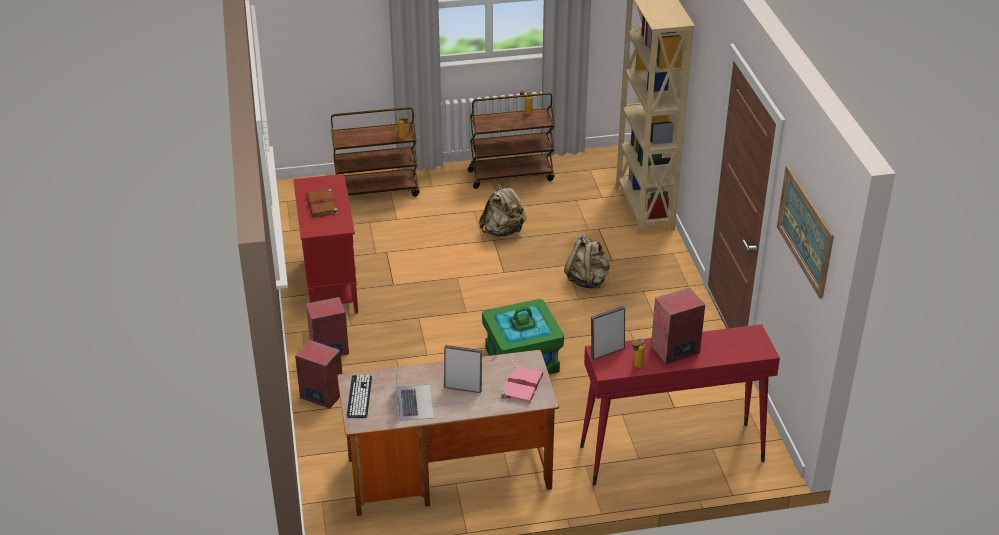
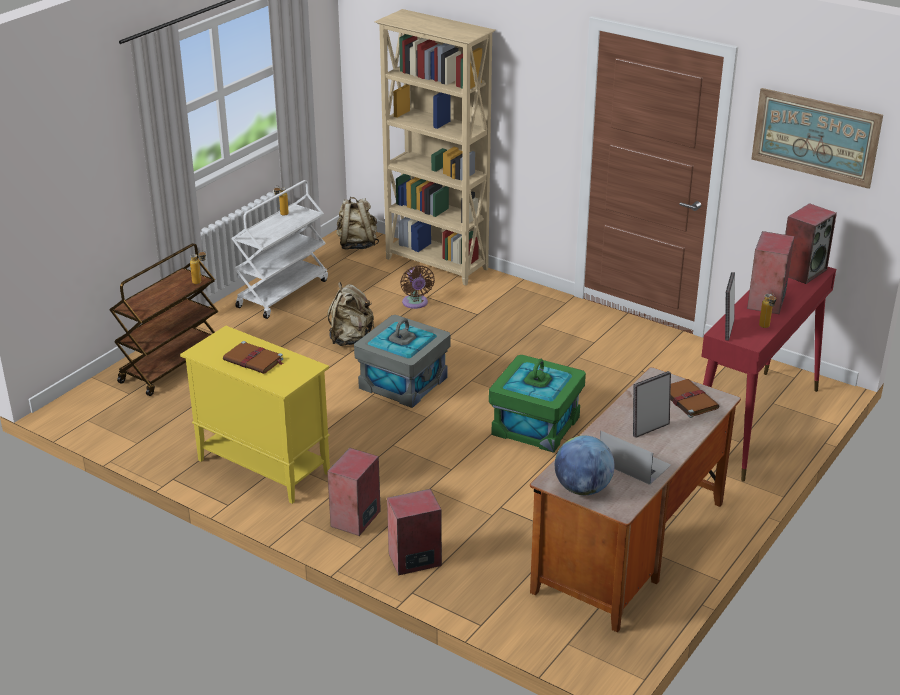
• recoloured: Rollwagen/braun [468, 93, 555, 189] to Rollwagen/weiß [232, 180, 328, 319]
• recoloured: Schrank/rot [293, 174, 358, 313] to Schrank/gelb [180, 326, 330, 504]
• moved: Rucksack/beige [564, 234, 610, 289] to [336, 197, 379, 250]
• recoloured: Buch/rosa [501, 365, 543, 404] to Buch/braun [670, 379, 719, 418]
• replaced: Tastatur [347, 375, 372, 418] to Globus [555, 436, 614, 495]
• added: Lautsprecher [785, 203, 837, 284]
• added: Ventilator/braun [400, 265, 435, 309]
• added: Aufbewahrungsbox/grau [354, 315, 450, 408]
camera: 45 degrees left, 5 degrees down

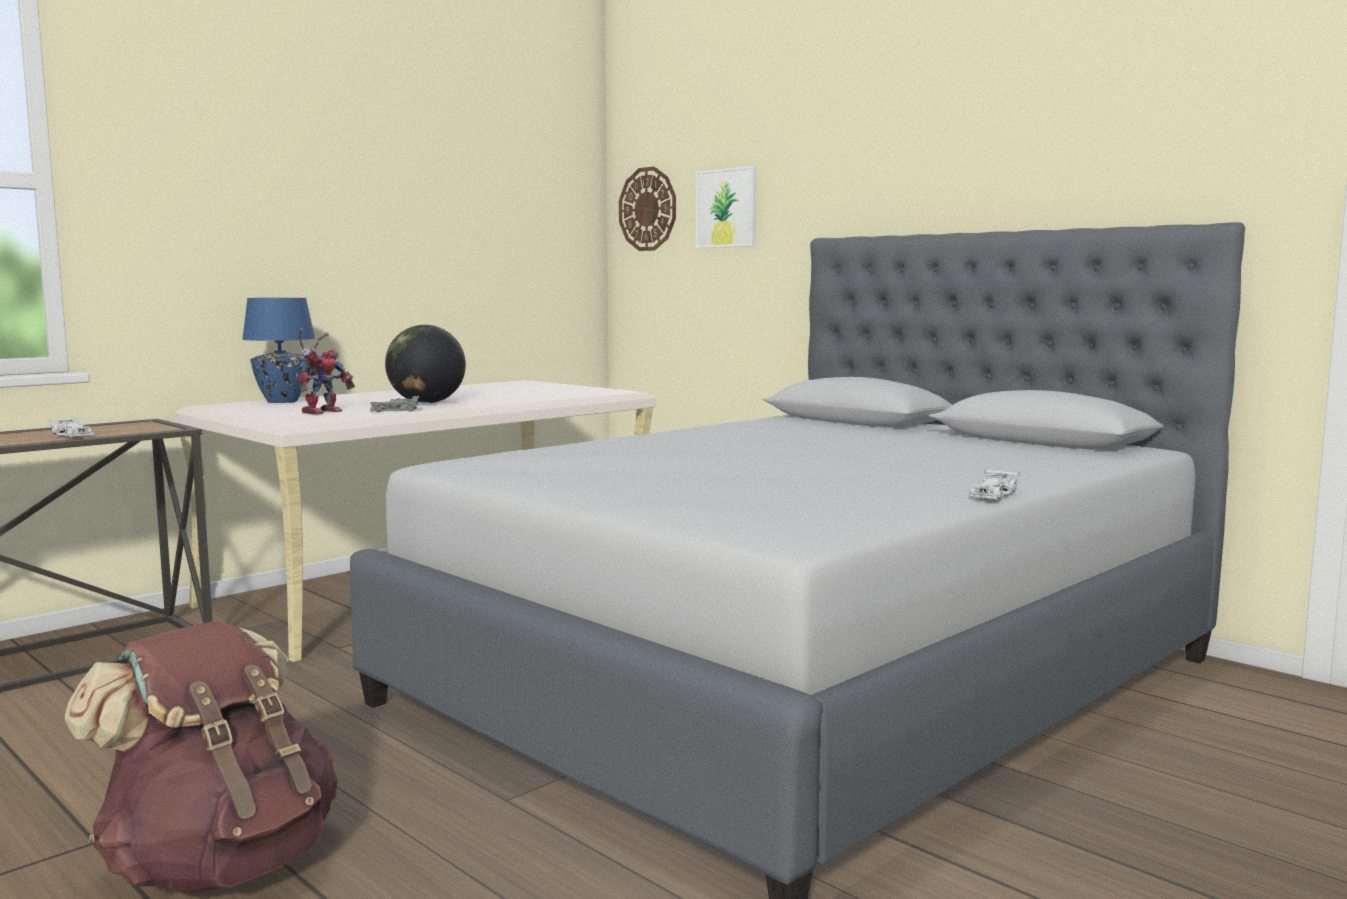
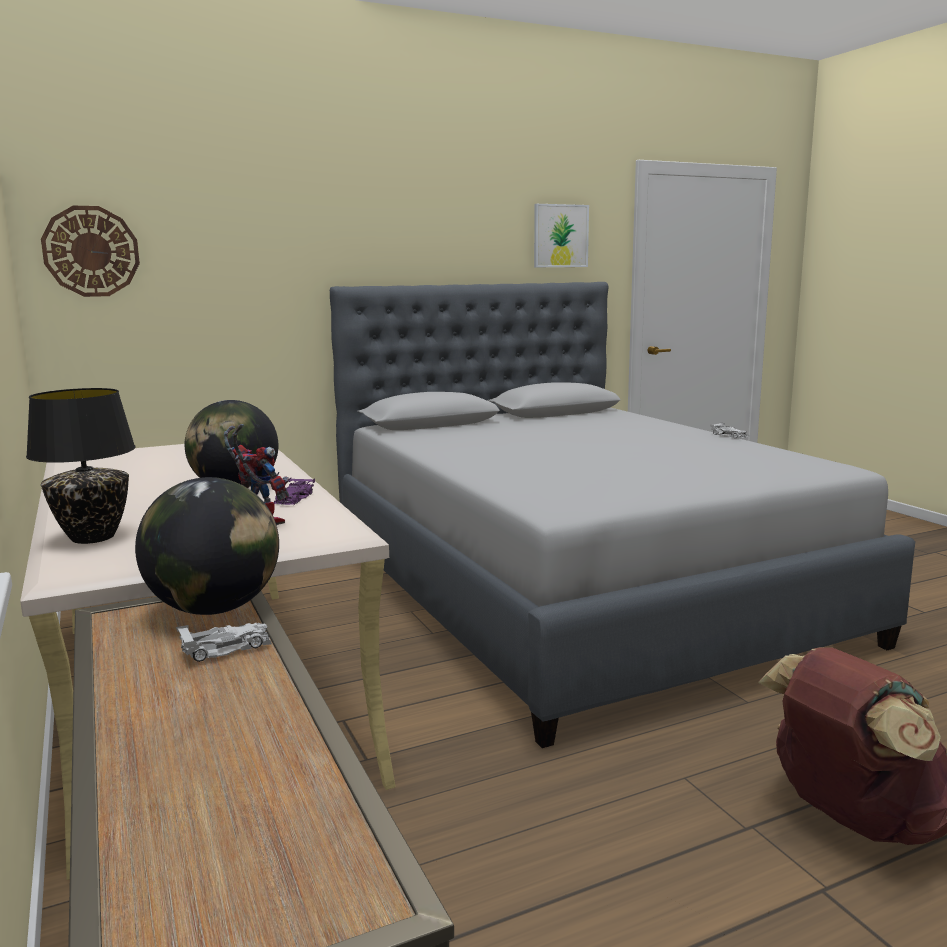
• moved: Bild [696, 166, 756, 248] to [534, 204, 589, 267]
• recoloured: Tischlampe/blau [242, 298, 315, 403] to Tischlampe/schwarz [26, 388, 135, 544]
• recoloured: Spielzeugauto/grau [370, 396, 419, 412] to Spielzeugauto/lila [274, 478, 315, 505]
• added: Globus [135, 477, 279, 615]
camera: 70 degrees left, 5 degrees up

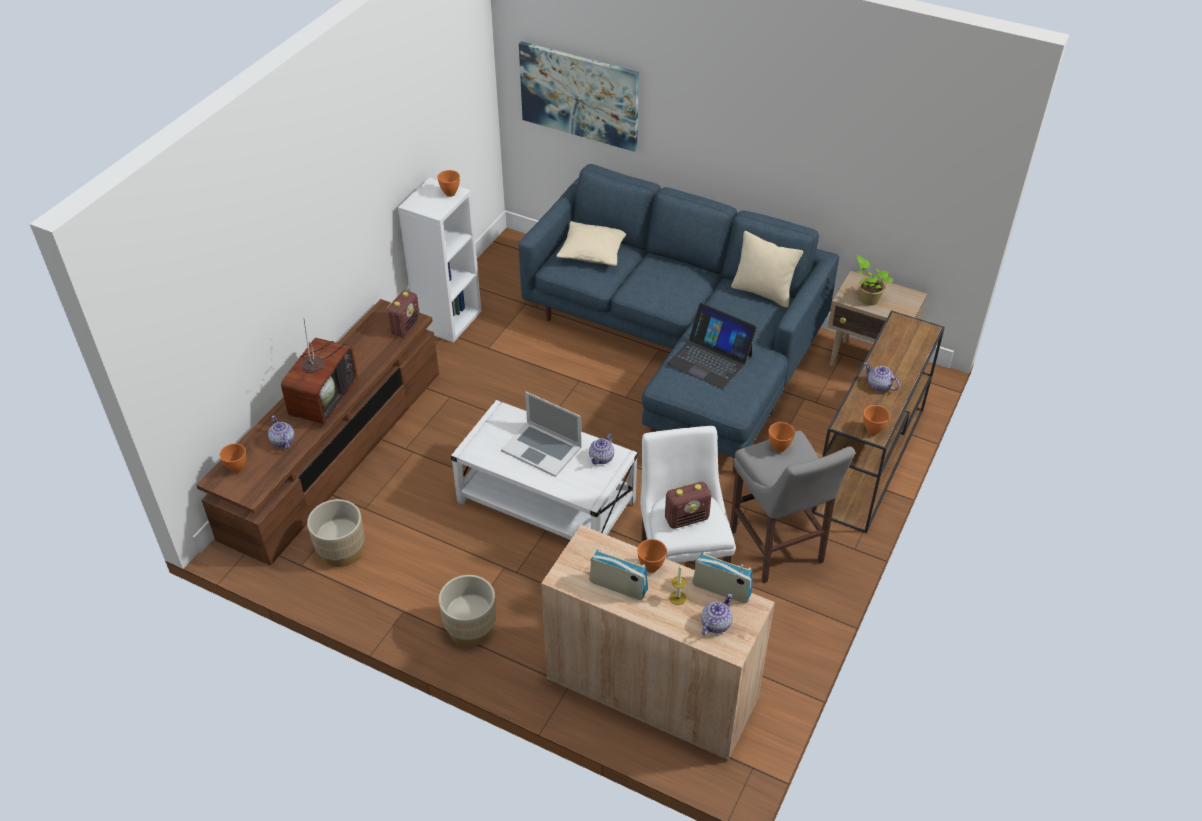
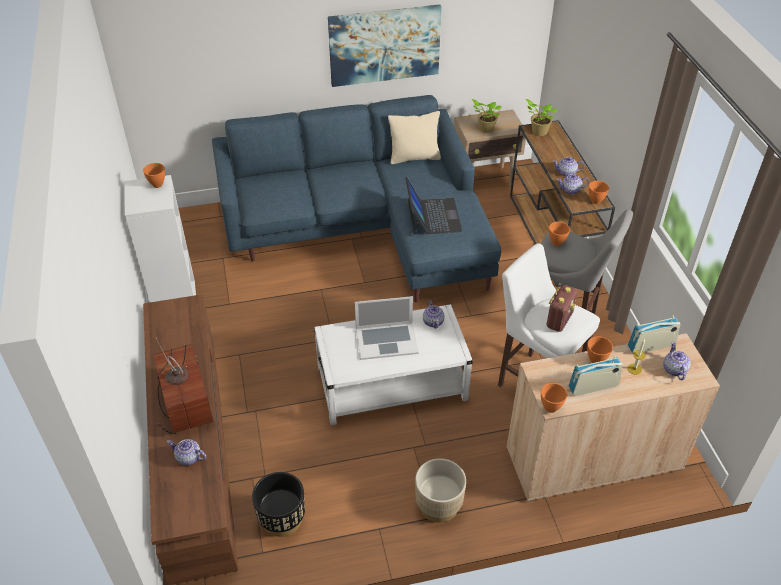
• moved: Bild [519, 41, 639, 152] to [328, 4, 441, 87]
• removed: Kissen/beige [556, 221, 626, 266]
• removed: Radio [387, 290, 420, 337]
• turned: Laptop [667, 303, 757, 389] = [405, 177, 462, 235] 90 degrees counterclockwise
• moved: Schüssel/orange [220, 443, 246, 473] to [541, 383, 567, 413]
• recoloured: Pflanzkübel/beige [307, 499, 364, 567] to Pflanzkübel/schwarz [252, 472, 305, 537]
• added: Topfpflanze [526, 99, 557, 136]
• added: Teekanne [557, 174, 589, 195]
camera: 40 degrees left, 0 degrees up

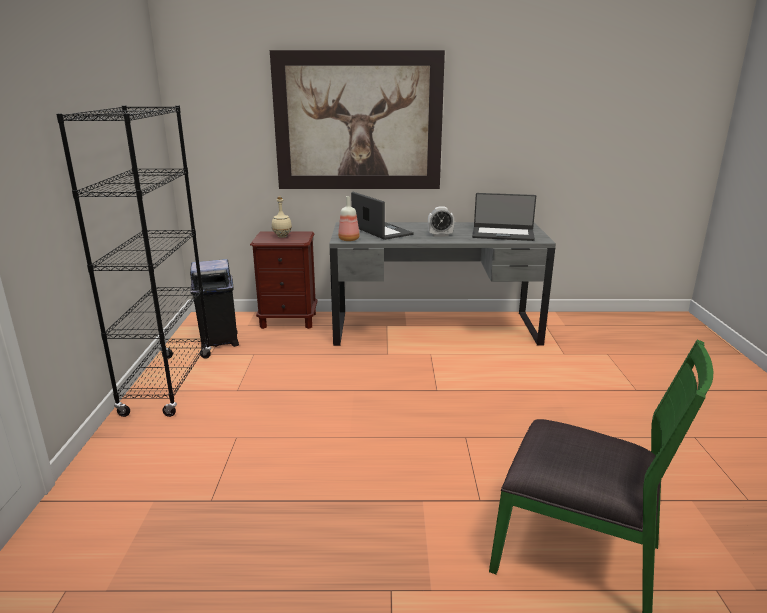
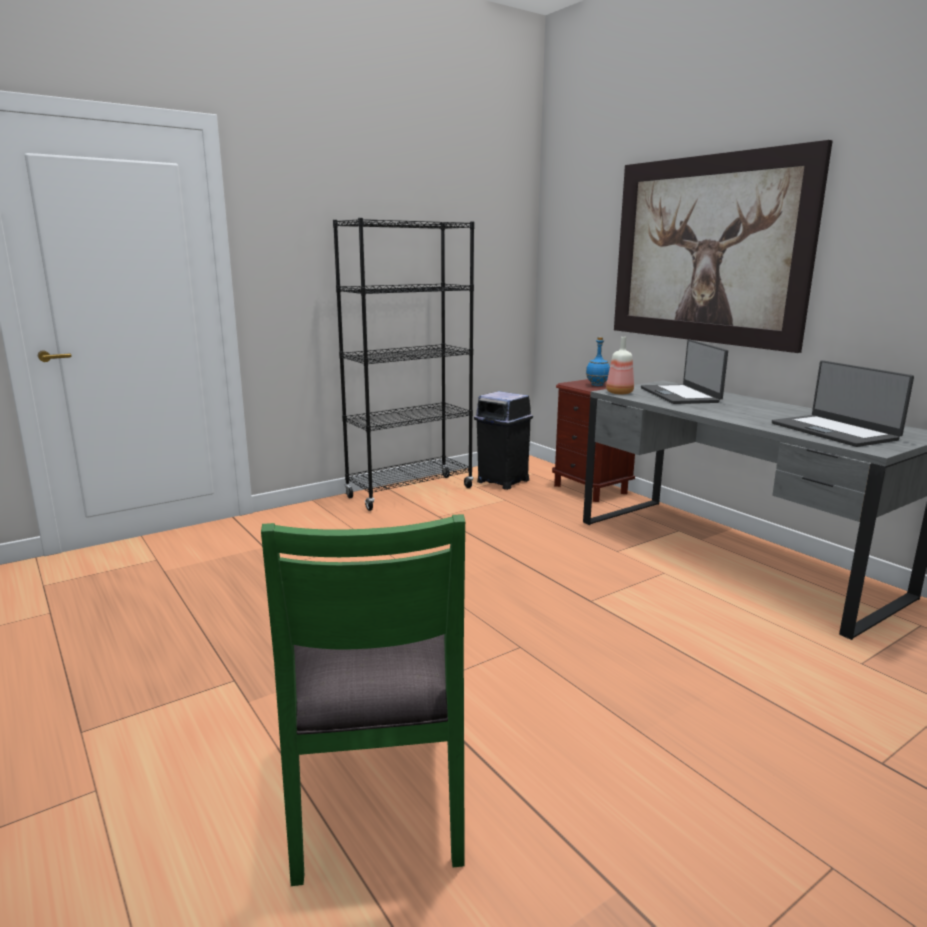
• turned: Laptop [351, 192, 414, 240] = [641, 339, 728, 404] 150 degrees clockwise
• recoloured: Flasche/beige [272, 197, 292, 238] to Flasche/blau [586, 337, 610, 386]
• removed: Wecker [428, 206, 454, 236]
camera: 55 degrees right, 5 degrees down

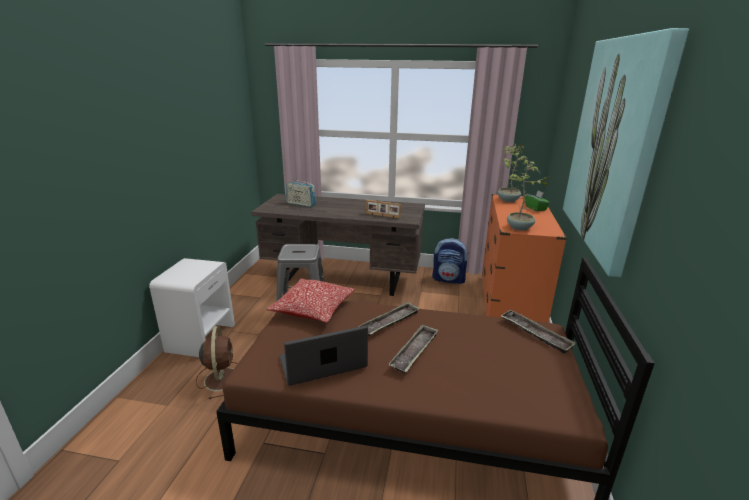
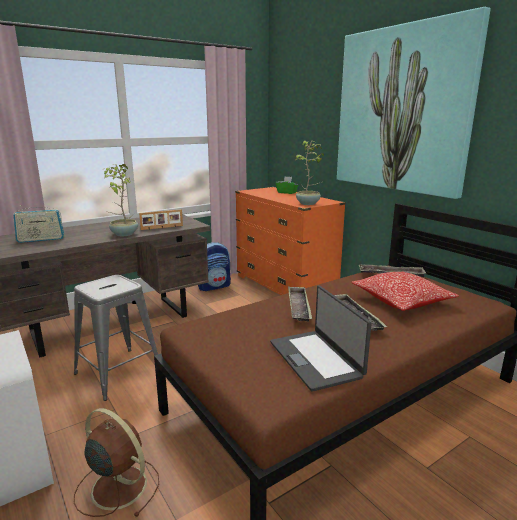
• moved: Topfpflanze [498, 144, 527, 202] to [104, 164, 138, 236]
• moved: Kissen [266, 279, 355, 323] to [351, 271, 459, 311]
• turned: Laptop [279, 326, 368, 386] = [270, 286, 372, 392] 45 degrees counterclockwise
camera: 45 degrees left, 5 degrees down

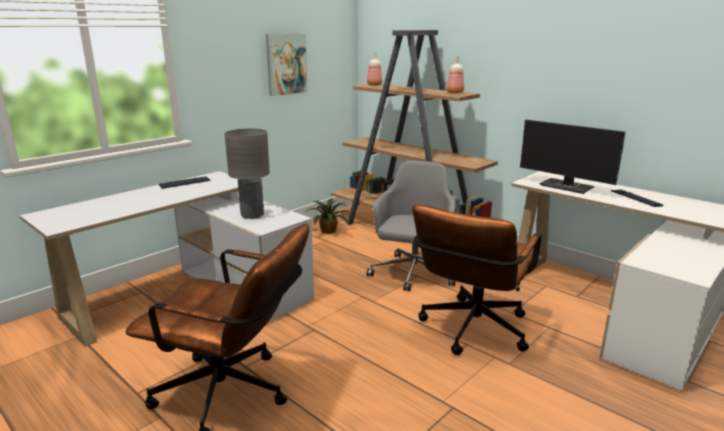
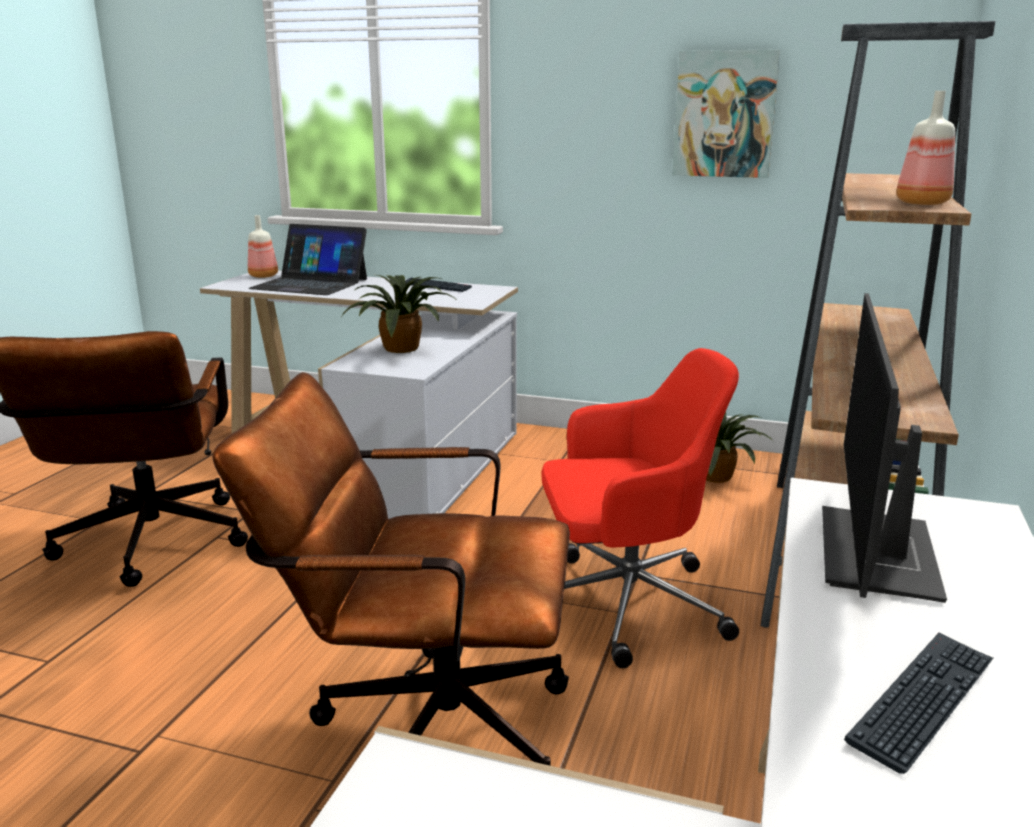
• moved: Flasche [367, 52, 382, 86] to [248, 215, 278, 278]
• replaced: Tischlampe/grau [224, 128, 270, 219] to Topfpflanze [341, 275, 455, 353]
• recoloured: Bürostuhl/grau [367, 161, 455, 291] to Bürostuhl/rot [541, 348, 739, 668]
• added: Laptop [248, 224, 367, 295]
camera: 65 degrees right, 0 degrees up

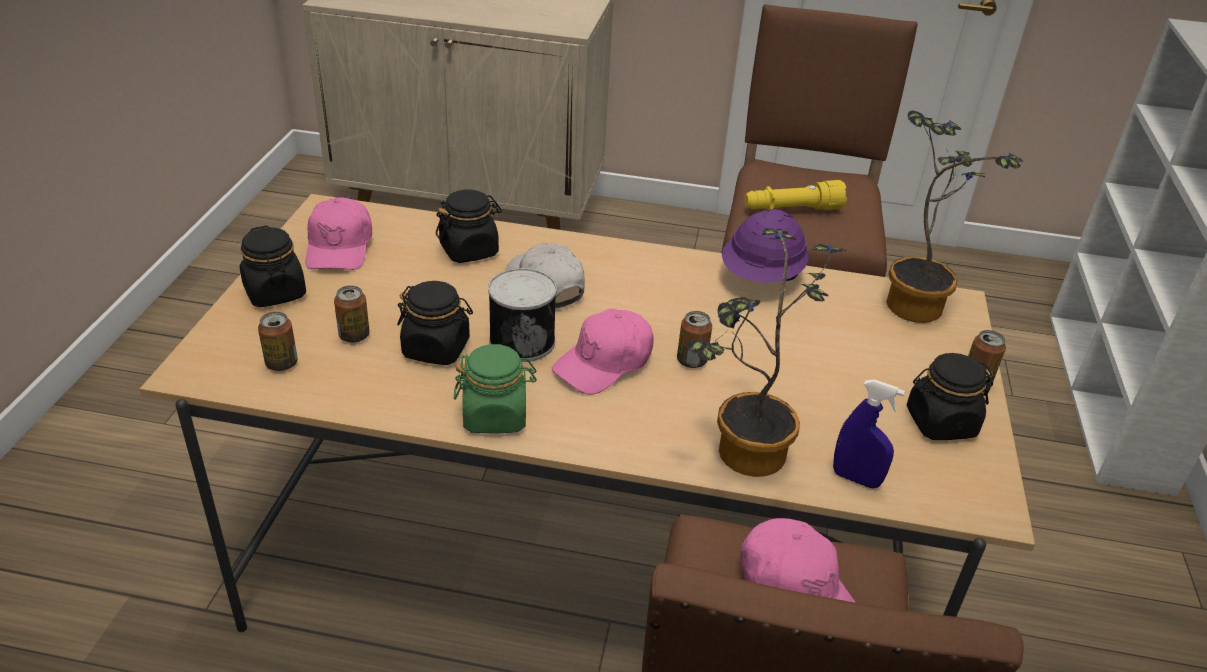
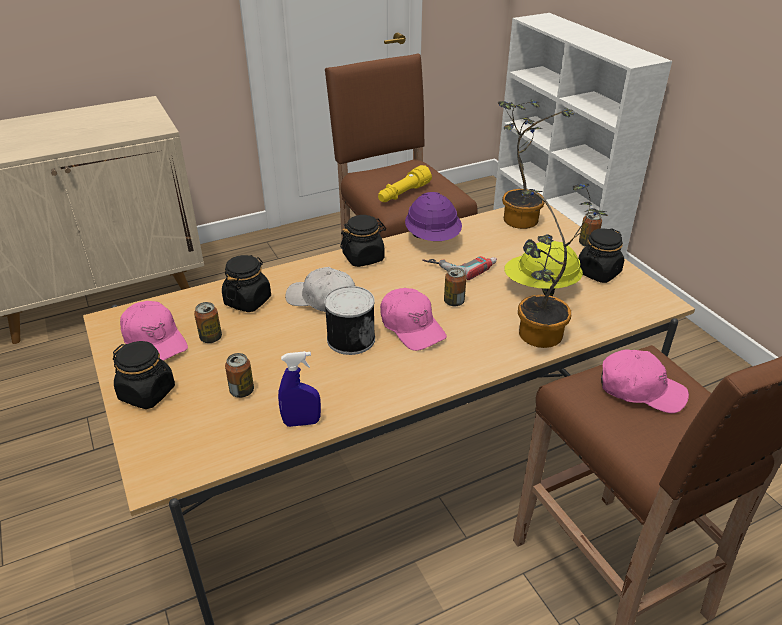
• moved: Vorratsglas/schwarz [397, 281, 473, 365] to [340, 215, 386, 267]
• turned: Kappe/rosa [552, 308, 654, 395] = [380, 288, 447, 351] 45 degrees counterclockwise
• moved: Dose [258, 312, 298, 371] to [194, 302, 222, 343]
• removed: Vorratsglas/grün [454, 344, 537, 434]
• moved: Sprühflasche/blau [833, 379, 905, 488] to [278, 351, 321, 427]
• added: Schutzhelm/gelb [504, 241, 583, 296]
• added: Bohrmaschine [422, 256, 497, 280]
camera: 35 degrees left, 0 degrees up

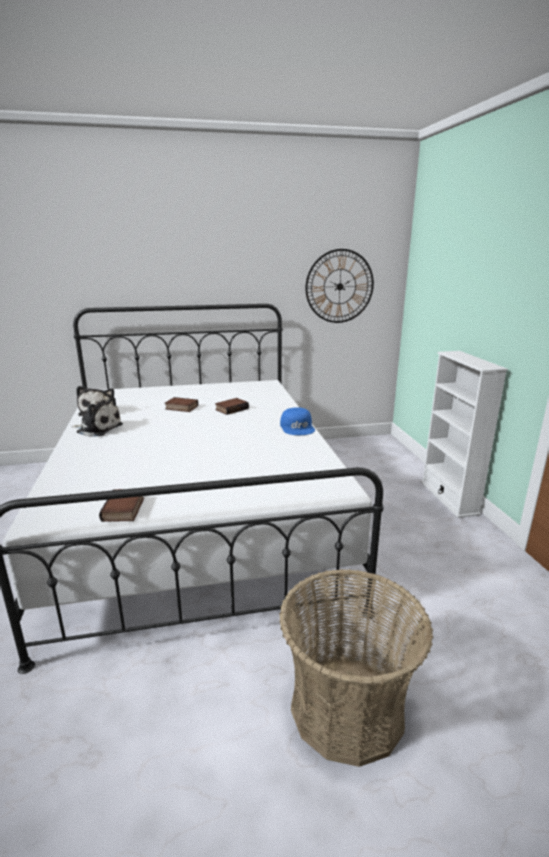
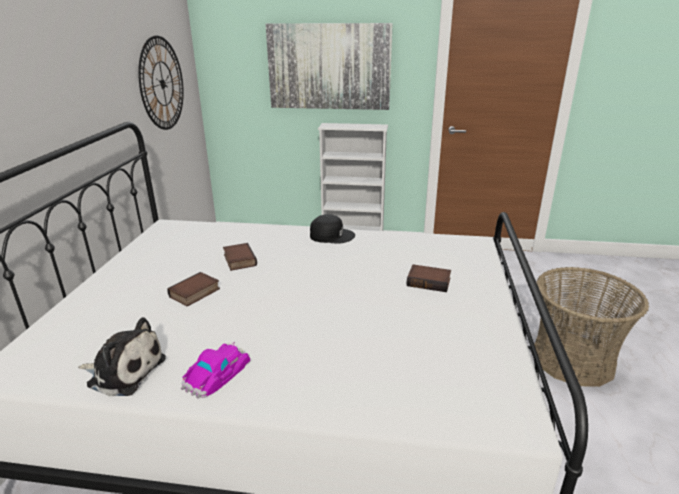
• replaced: Plüschtier [72, 398, 123, 437] to Spielzeugauto [181, 342, 250, 399]
• recoloured: Kappe/blau [280, 408, 315, 435] to Kappe/schwarz [310, 214, 355, 244]
• moved: Buch [99, 489, 144, 522] to [407, 265, 451, 292]
• added: Bild [266, 23, 393, 110]
camera: 70 degrees left, 5 degrees up

